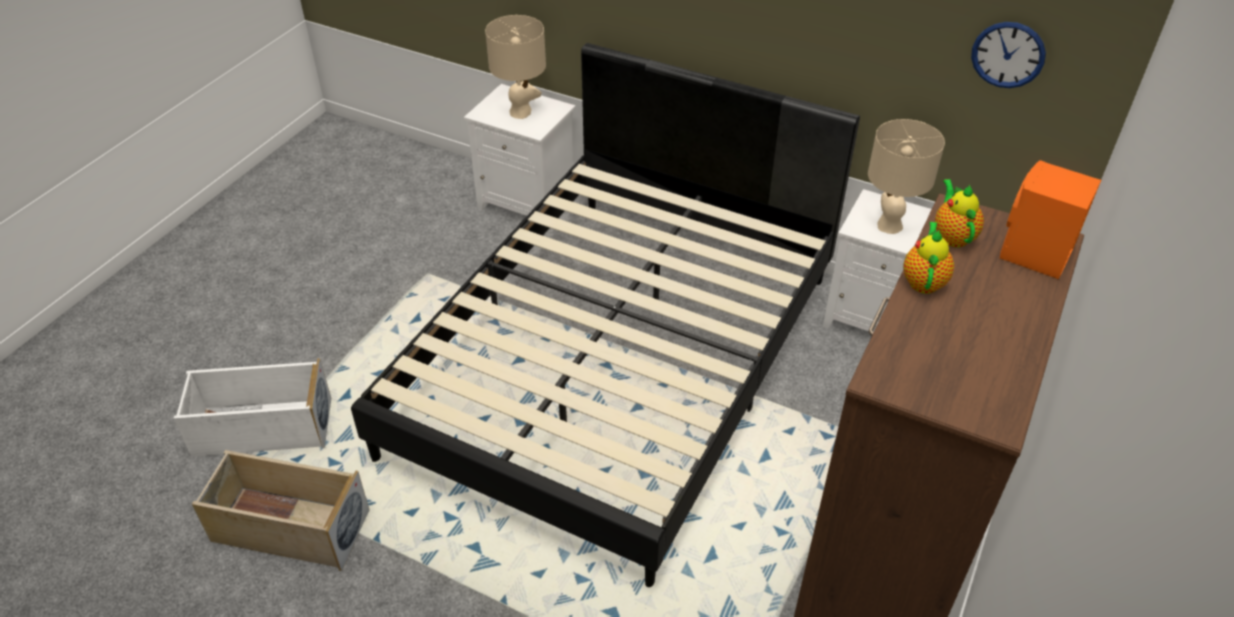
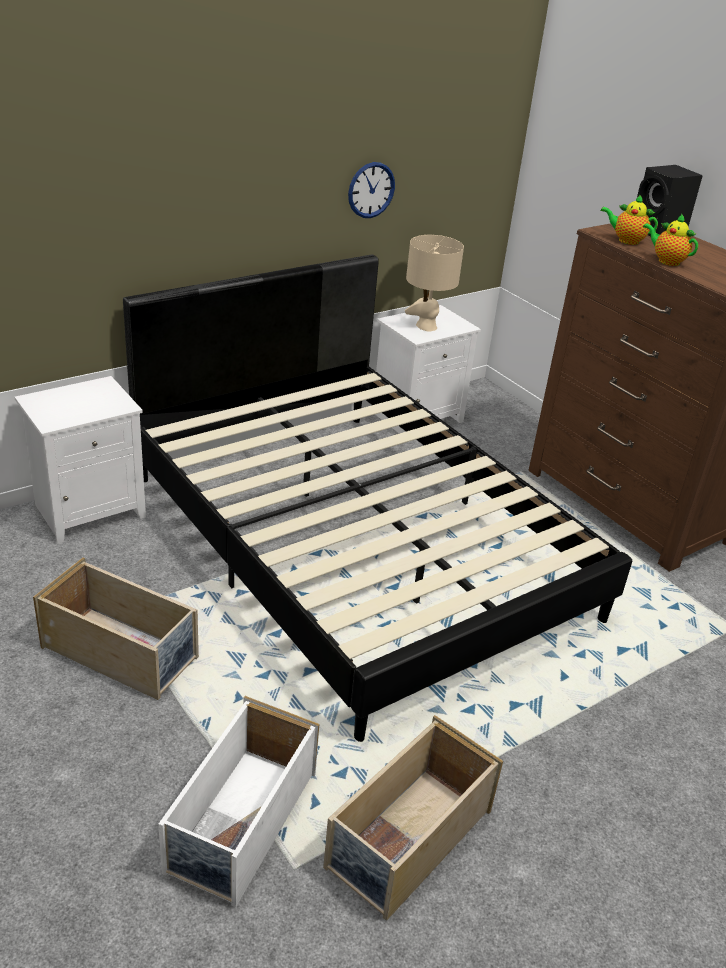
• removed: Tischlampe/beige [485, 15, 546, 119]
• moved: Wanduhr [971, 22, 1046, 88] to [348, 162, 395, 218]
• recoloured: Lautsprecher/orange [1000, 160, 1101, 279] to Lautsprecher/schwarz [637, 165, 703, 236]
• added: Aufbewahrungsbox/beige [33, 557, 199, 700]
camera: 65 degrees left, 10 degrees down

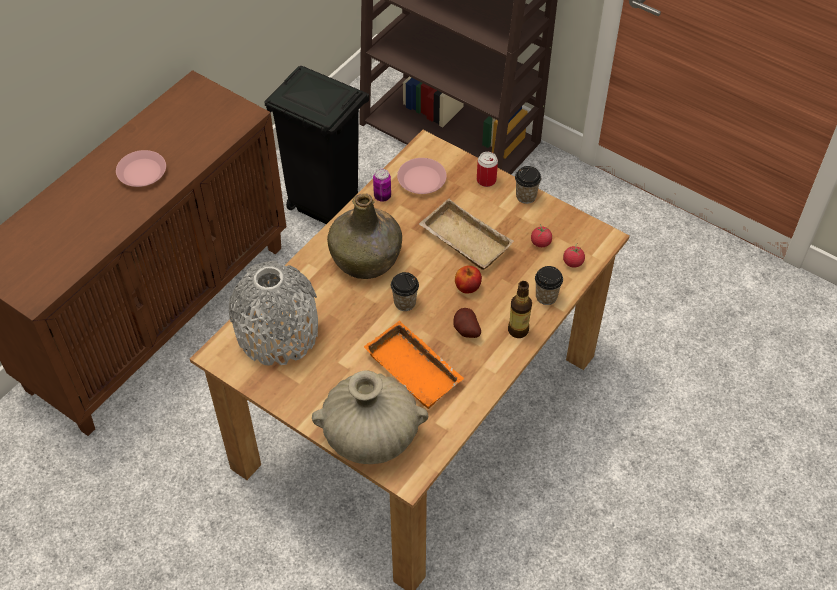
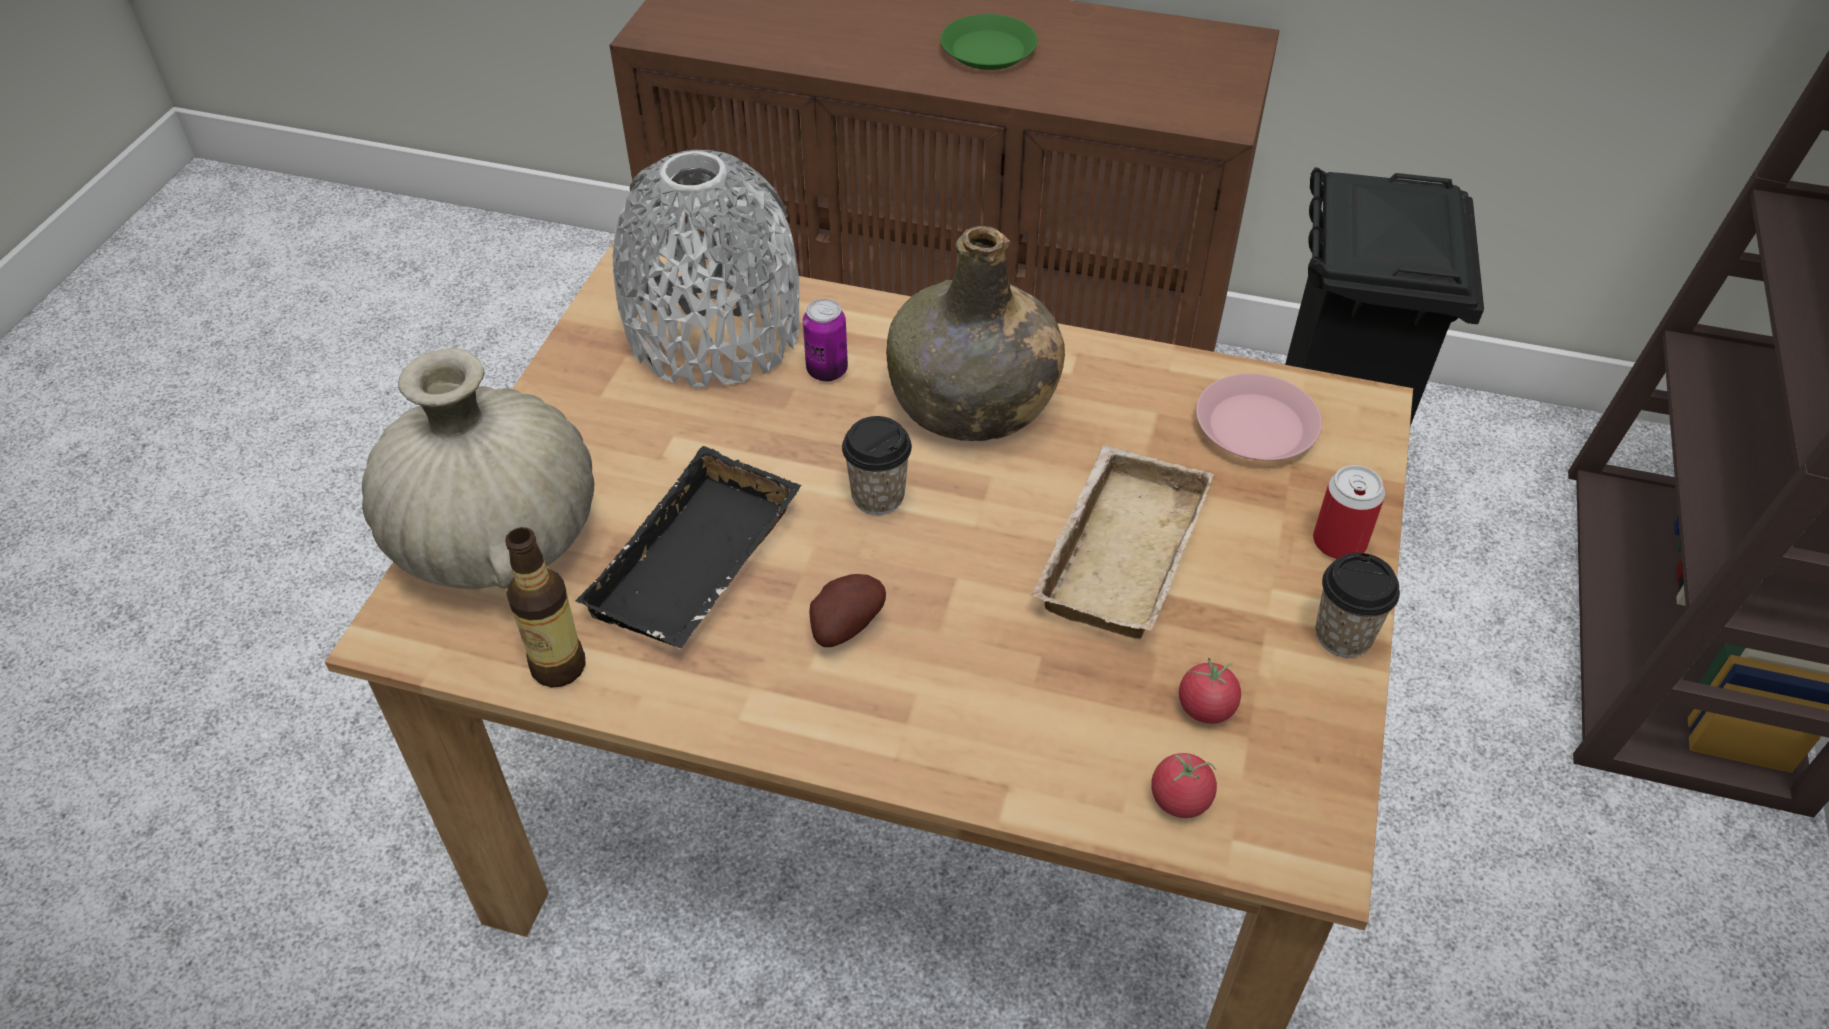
• recoloured: Teller/rosa [116, 150, 166, 187] to Teller/grün [940, 14, 1038, 70]
• moved: Dose [373, 169, 391, 202] to [803, 299, 848, 382]
• removed: Apfel [455, 265, 482, 294]
• removed: Tasse [535, 266, 563, 305]
• moved: Flasche [508, 281, 532, 338] to [505, 527, 586, 688]
• recoloured: Tablett/orange [364, 320, 464, 409] to Tablett/schwarz [576, 446, 802, 649]
camera: 70 degrees right, 5 degrees down

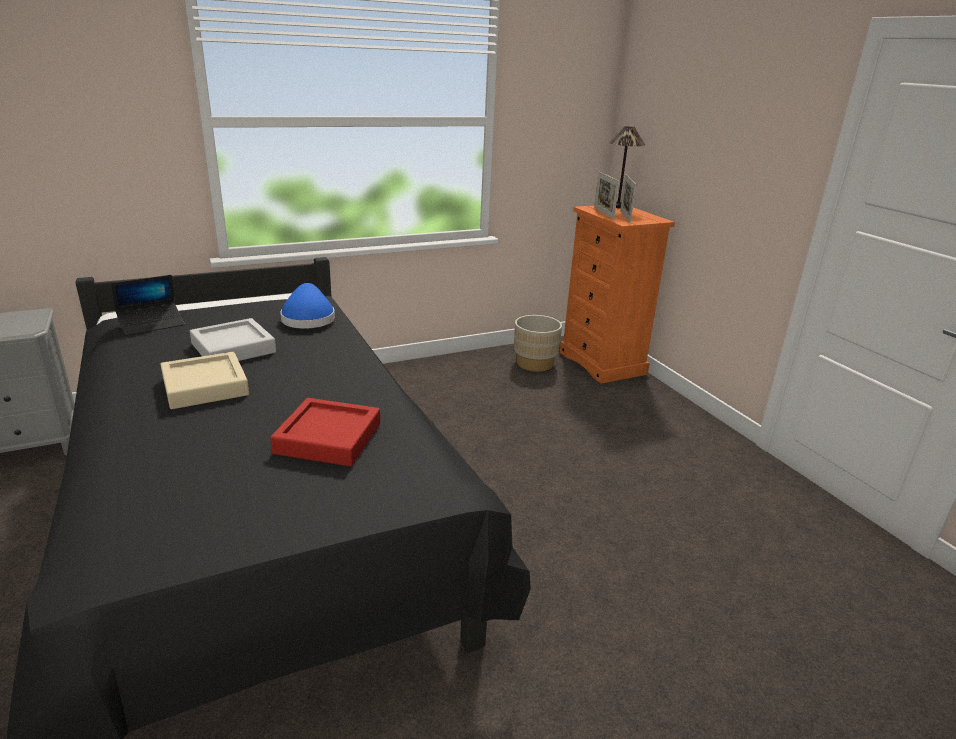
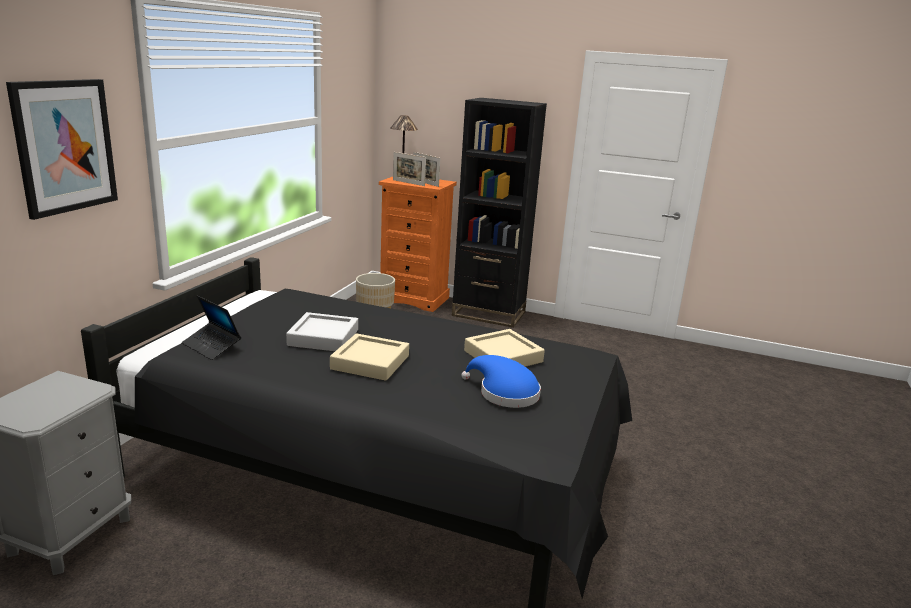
• turned: Laptop [111, 275, 184, 336] = [182, 295, 241, 360] 120 degrees clockwise
• moved: Hut/blau [280, 283, 335, 328] to [461, 355, 541, 408]
• recoloured: Tablett/rot [270, 398, 380, 467] to Tablett/beige [464, 329, 545, 367]
• added: Bild [6, 79, 118, 220]
• added: Bücherregal/schwarz [452, 98, 547, 328]
camera: 45 degrees left, 5 degrees down

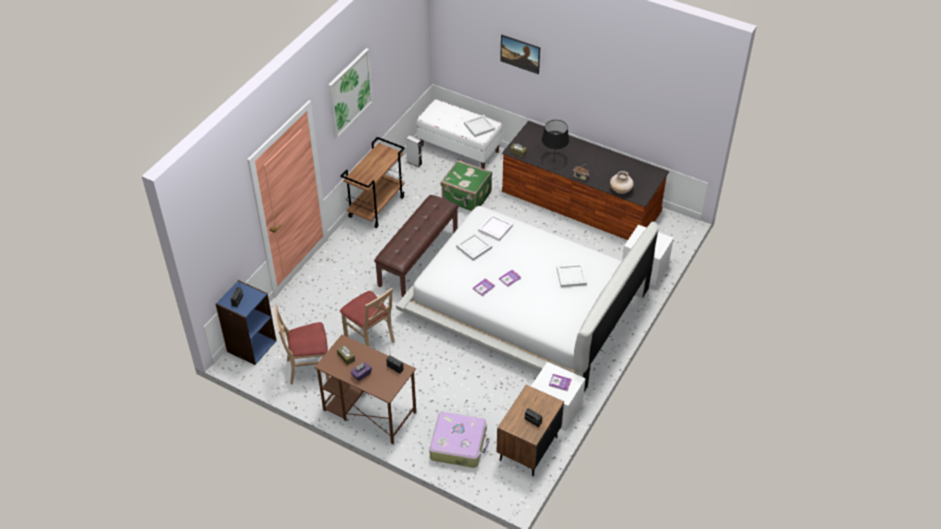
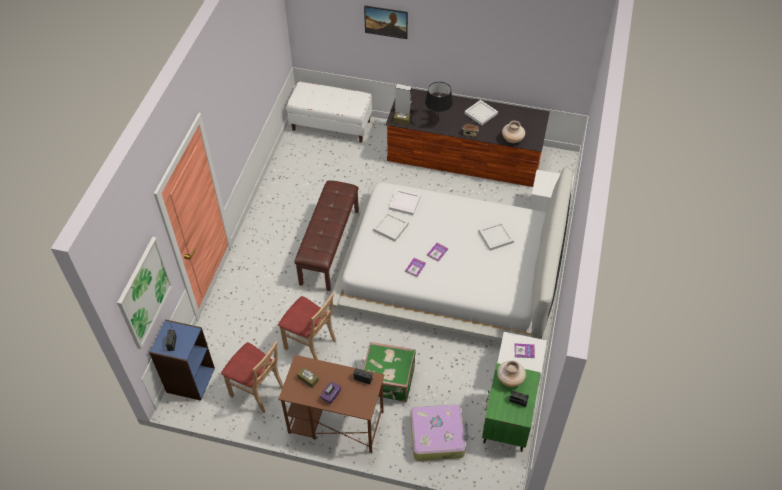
• moved: Bild [328, 48, 373, 139] to [117, 237, 173, 349]
• moved: Tablett/weiß [464, 115, 495, 137] to [464, 100, 498, 125]
• moved: Lautsprecher/grau [406, 136, 422, 167] to [395, 84, 412, 115]
• removed: Rollwagen/braun [340, 137, 405, 228]
• moved: Koffer/grün [441, 160, 492, 211] to [363, 342, 416, 402]
• turned: Stuhl/beige [275, 305, 330, 384] = [221, 341, 283, 413] 120 degrees counterclockwise
• recoloured: Nachttisch/braun [497, 385, 564, 476] to Nachttisch/grün [482, 363, 540, 452]
• added: Vase/beige [497, 361, 526, 387]
camera: 15 degrees left, 5 degrees up

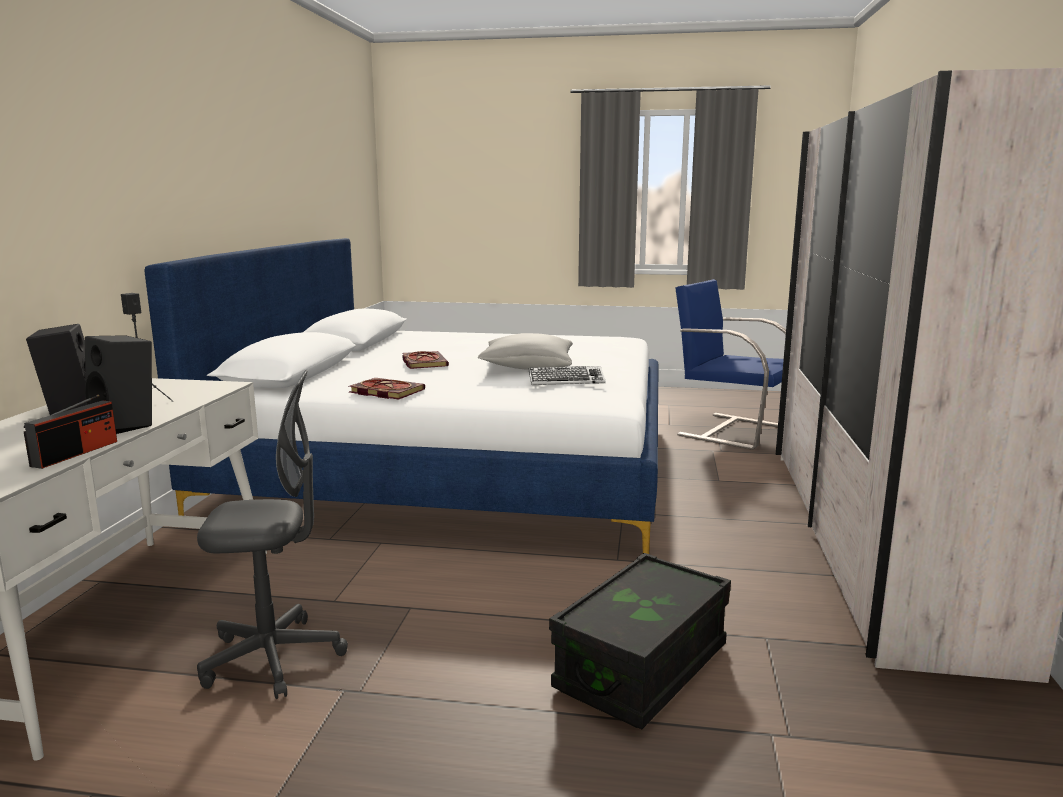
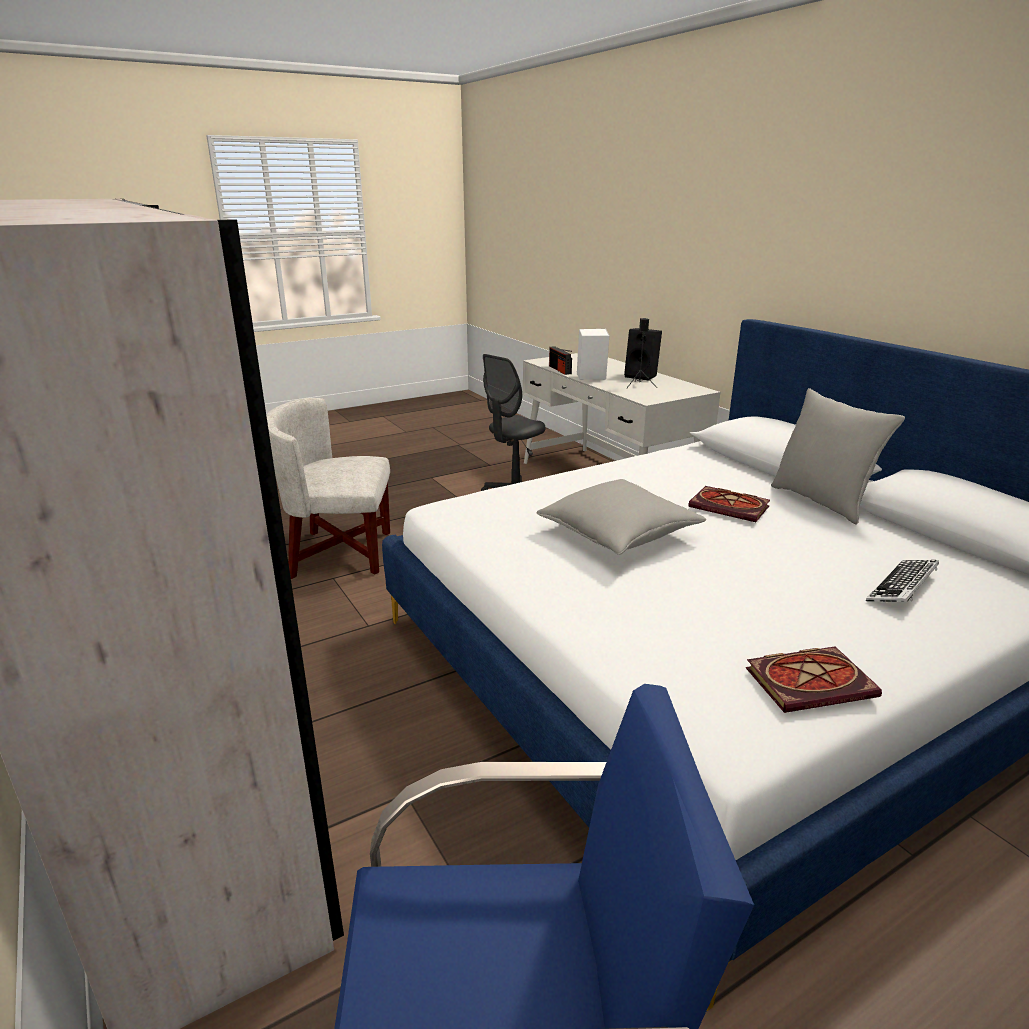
• recoloured: Lautsprecher/schwarz [85, 335, 152, 434] to Lautsprecher/weiß [577, 329, 609, 380]
• moved: Tastatur [529, 366, 605, 385] to [866, 560, 939, 602]
• moved: Buch [348, 378, 425, 399] to [746, 646, 882, 713]
• replaced: Aufbewahrungsbox/schwarz [549, 553, 731, 729] to Sessel/weiß [266, 398, 390, 579]
• added: Kissen/grau [771, 388, 905, 524]
camera: 140 degrees right, 10 degrees up

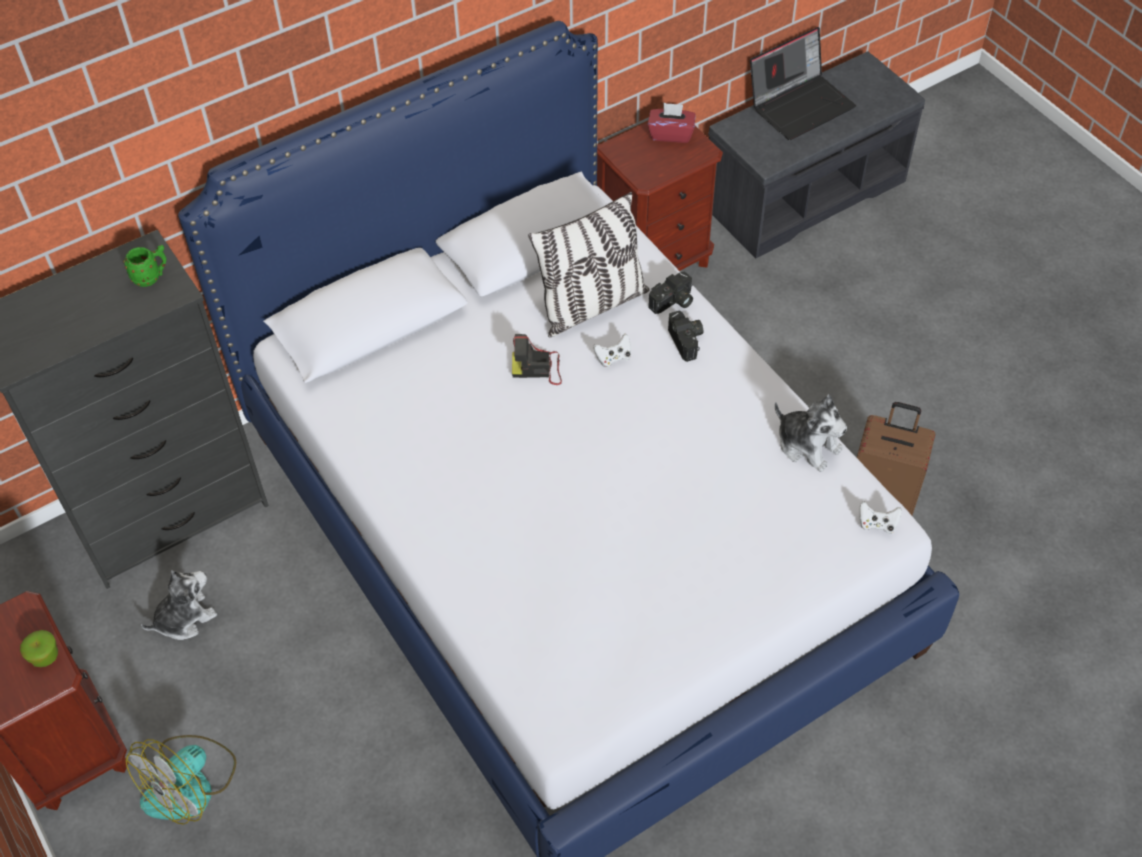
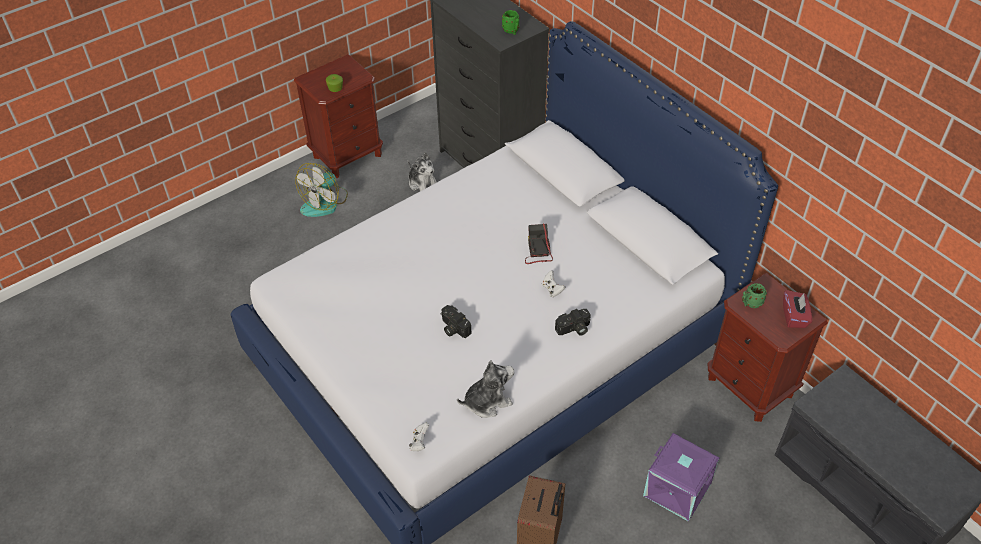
• removed: Laptop [750, 27, 856, 140]
• removed: Kissen [528, 192, 649, 337]
• moved: Kamera [649, 271, 693, 314] to [440, 305, 471, 338]
• turned: Plüschtier [775, 394, 847, 472] = [457, 360, 514, 418] 150 degrees counterclockwise
• turned: Ventilator [126, 735, 236, 825] = [295, 163, 348, 217] 90 degrees counterclockwise
• added: Henkelbecher/grün [742, 283, 767, 308]
• added: Aufbewahrungsbox/lila [643, 433, 719, 522]
camera: 85 degrees right, 5 degrees down

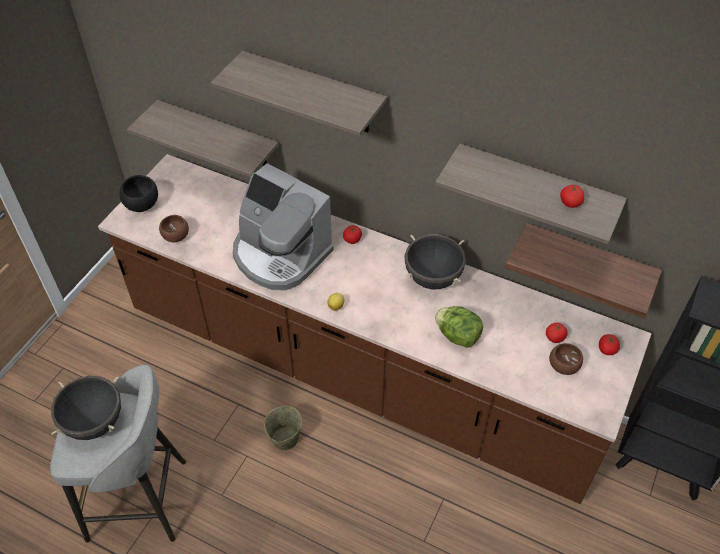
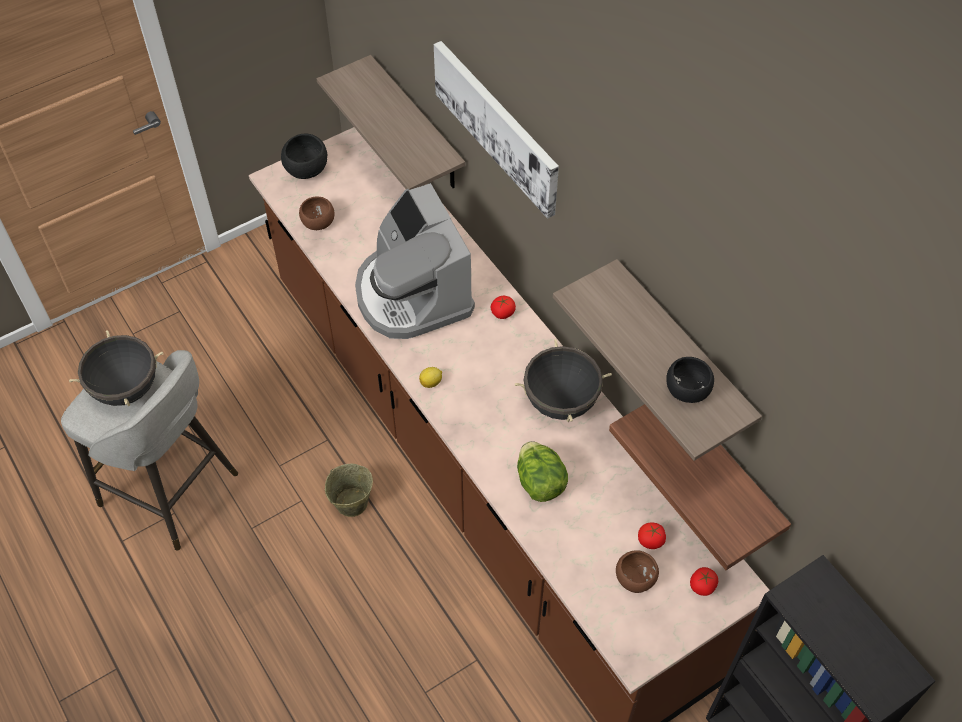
• replaced: Wandregal [211, 51, 387, 136] to Bild [434, 41, 559, 219]
• replaced: Tomate [560, 185, 584, 208] to Schüssel/schwarz [666, 357, 714, 403]
camera: 30 degrees right, 5 degrees up

